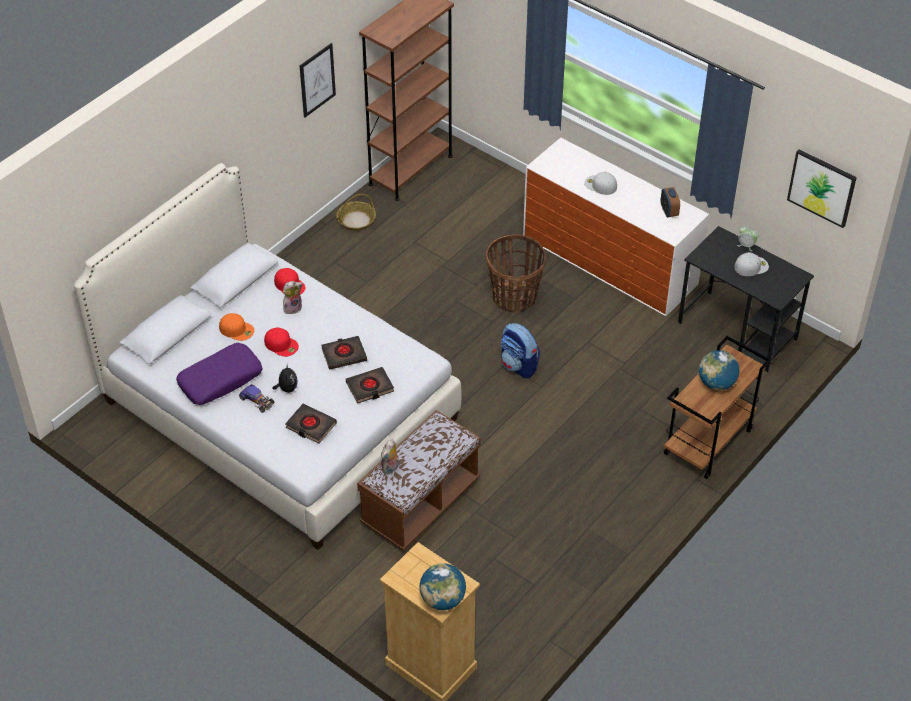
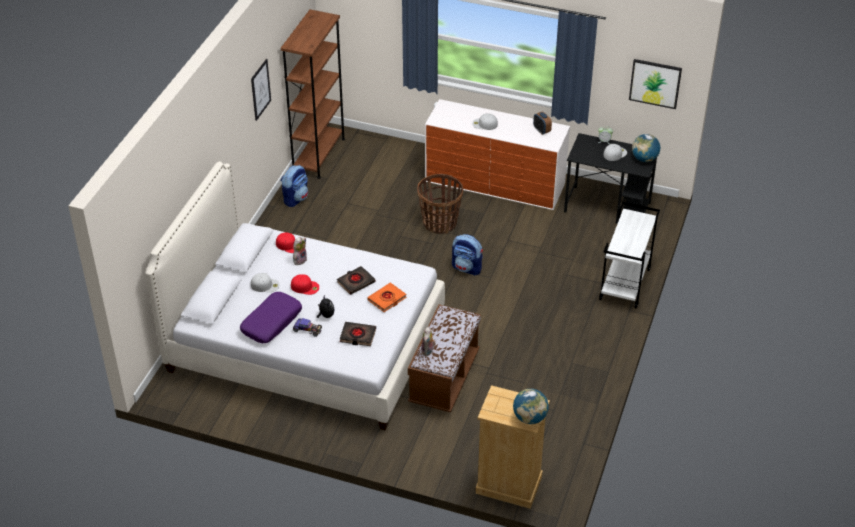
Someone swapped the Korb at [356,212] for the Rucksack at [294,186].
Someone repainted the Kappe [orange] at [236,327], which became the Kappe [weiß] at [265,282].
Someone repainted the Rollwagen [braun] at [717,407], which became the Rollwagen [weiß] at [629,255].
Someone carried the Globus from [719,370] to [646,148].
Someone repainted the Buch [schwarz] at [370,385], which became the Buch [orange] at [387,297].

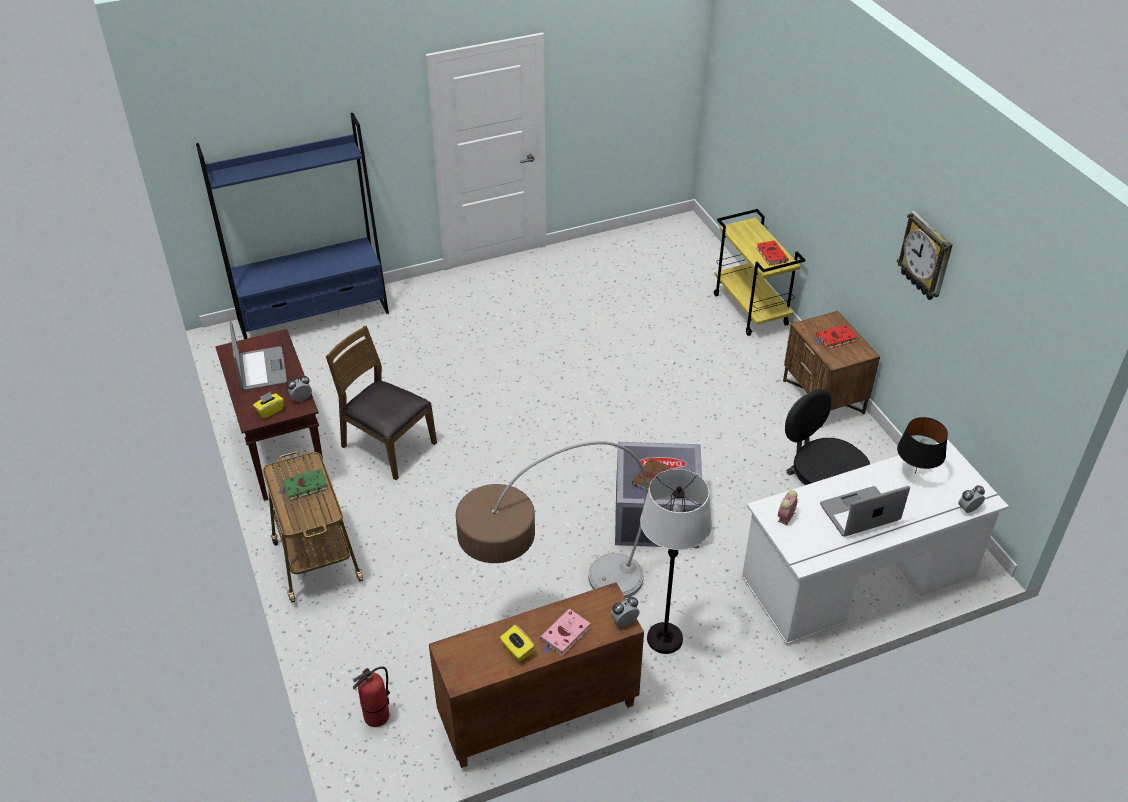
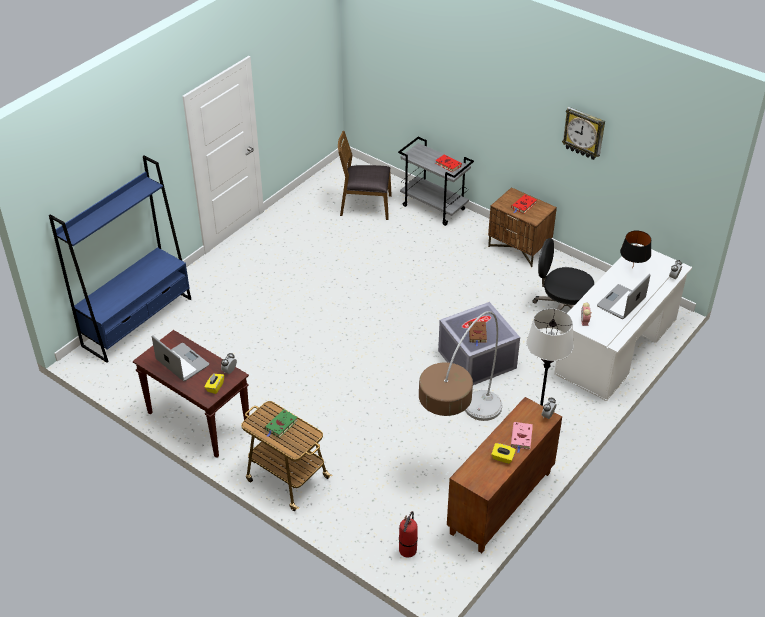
Someone repainted the Rollwagen [gelb] at [759,272], which became the Rollwagen [grau] at [436,181].
Someone carried the Stuhl [braun] from [381,403] to [365,175].

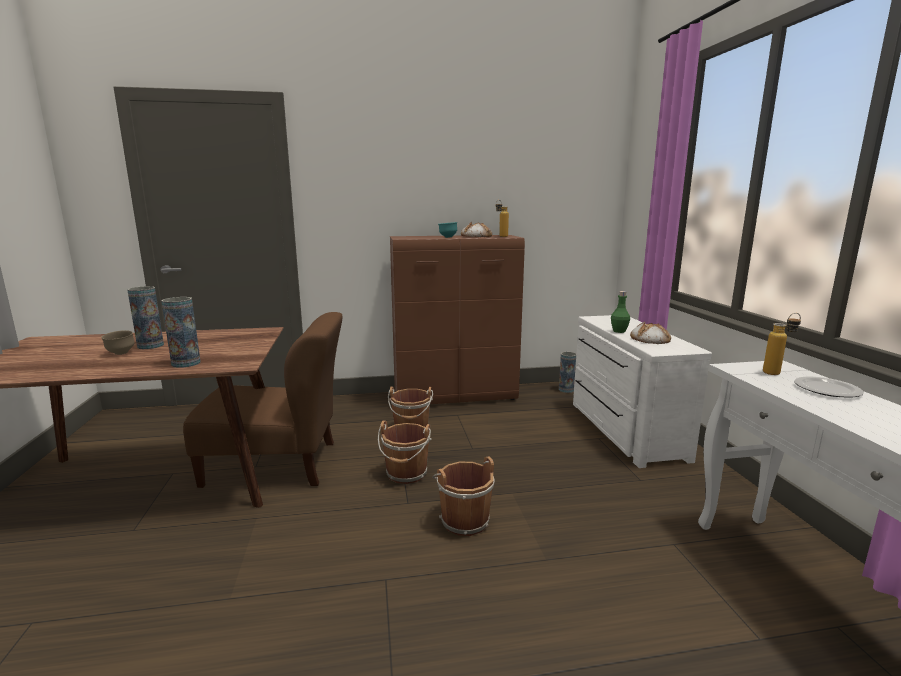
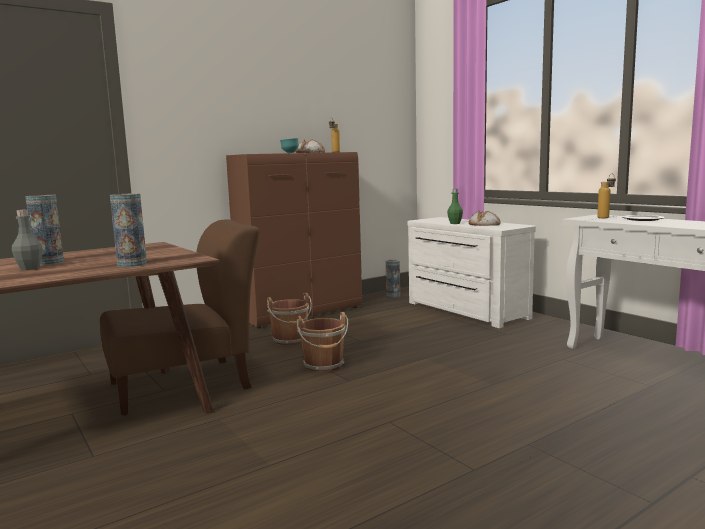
Someone swapped the Schüssel [braun] at [117,342] for the Flasche [grau] at [27,239].
Someone took away the Eimer [braun] at [464,496].

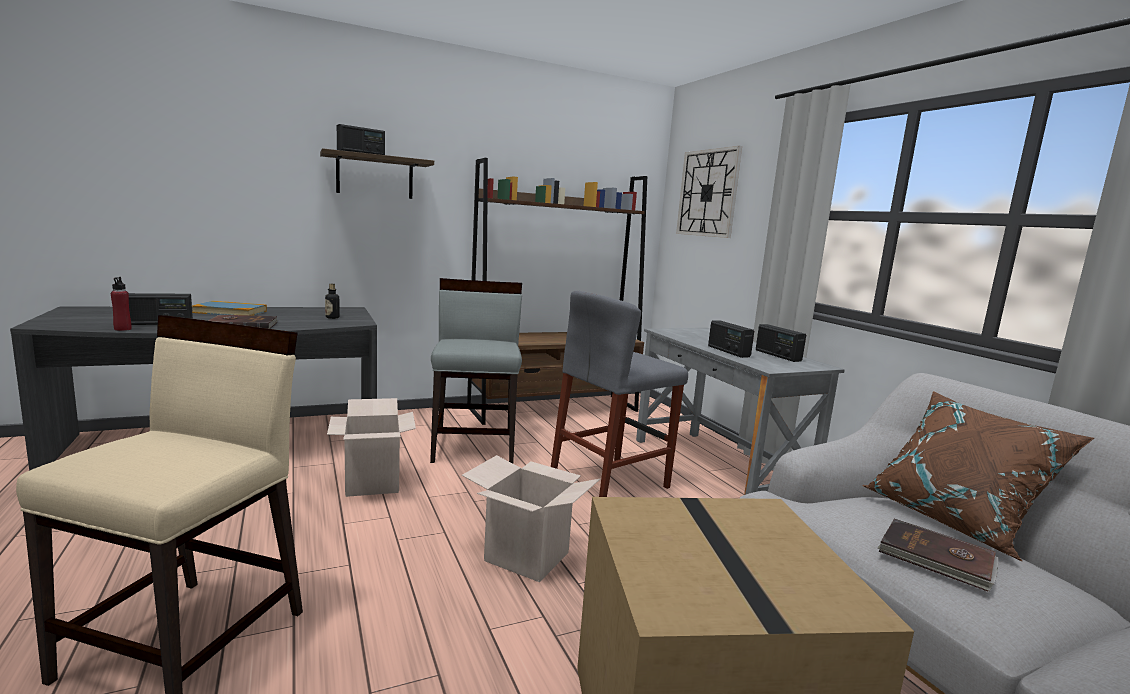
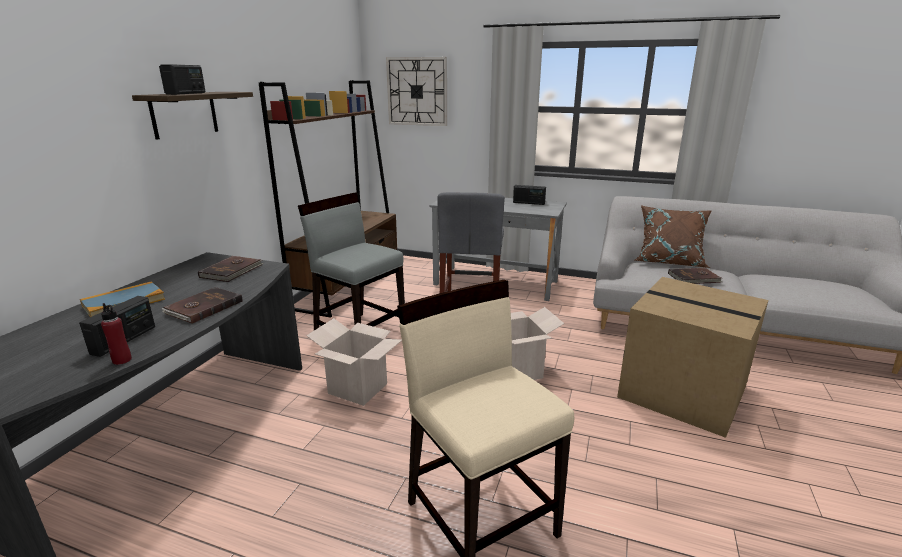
Someone swapped the Flasche at [332,301] for the Buch [braun] at [231,269].
Someone took away the Radio at [731,339].

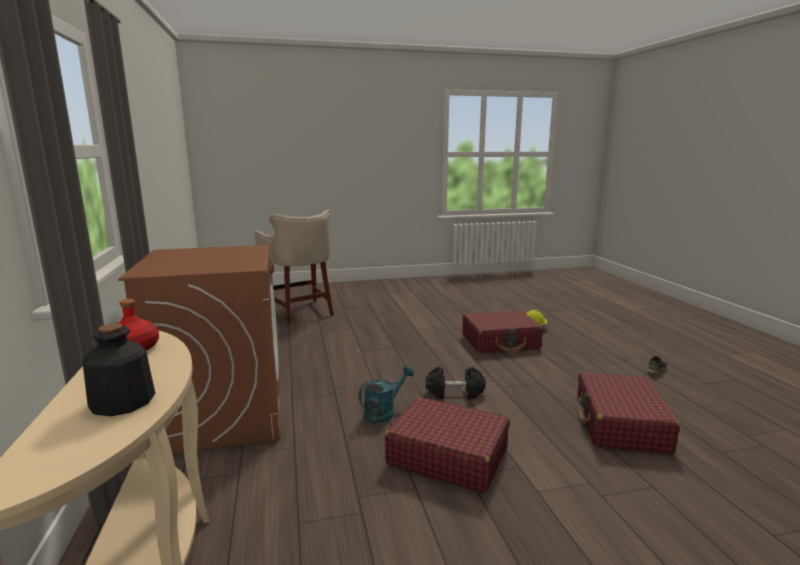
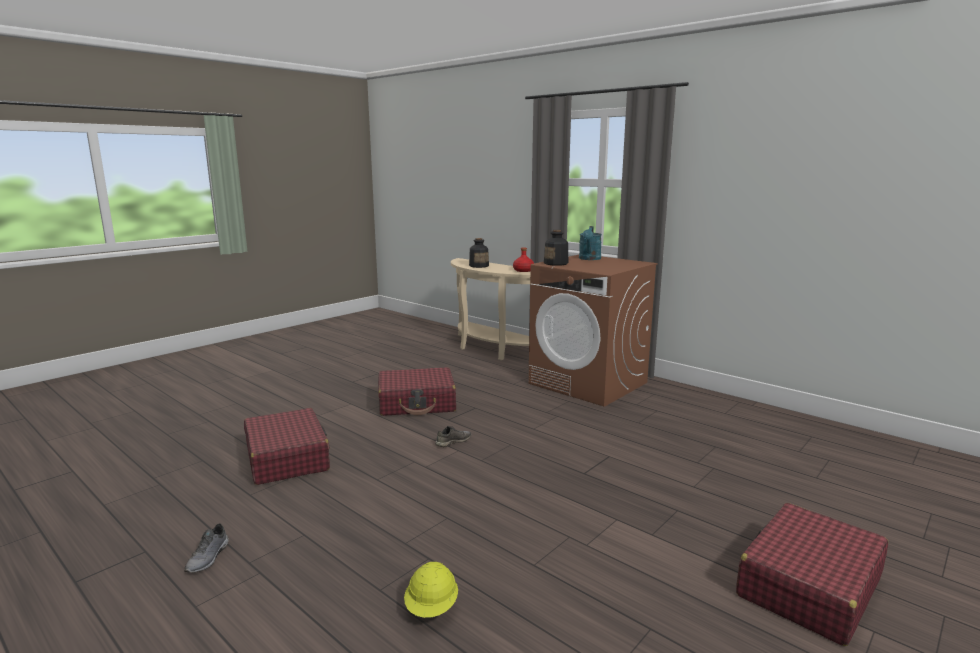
Someone took away the Hocker [beige] at [294,267].
Someone carried the Koffer [rot] from [502,331] to [812,574].
Someone carried the Gießkanne [türkis] from [386,394] to [590,243].
Someone swapped the Hantel [schwarz] at [455,382] for the Schuh [grau] at [453,436].
Someone put down the Flasche at [556,248].

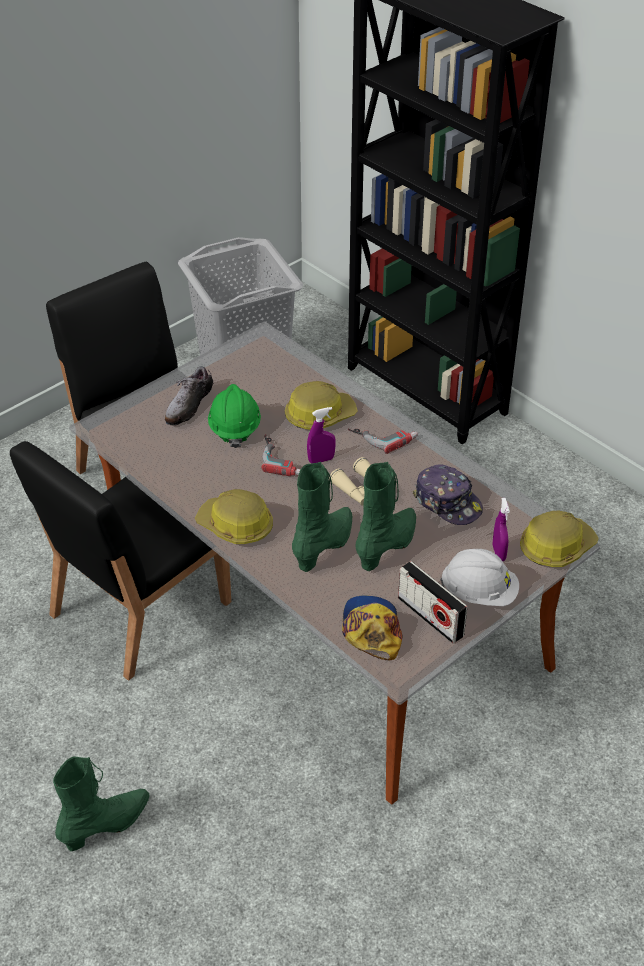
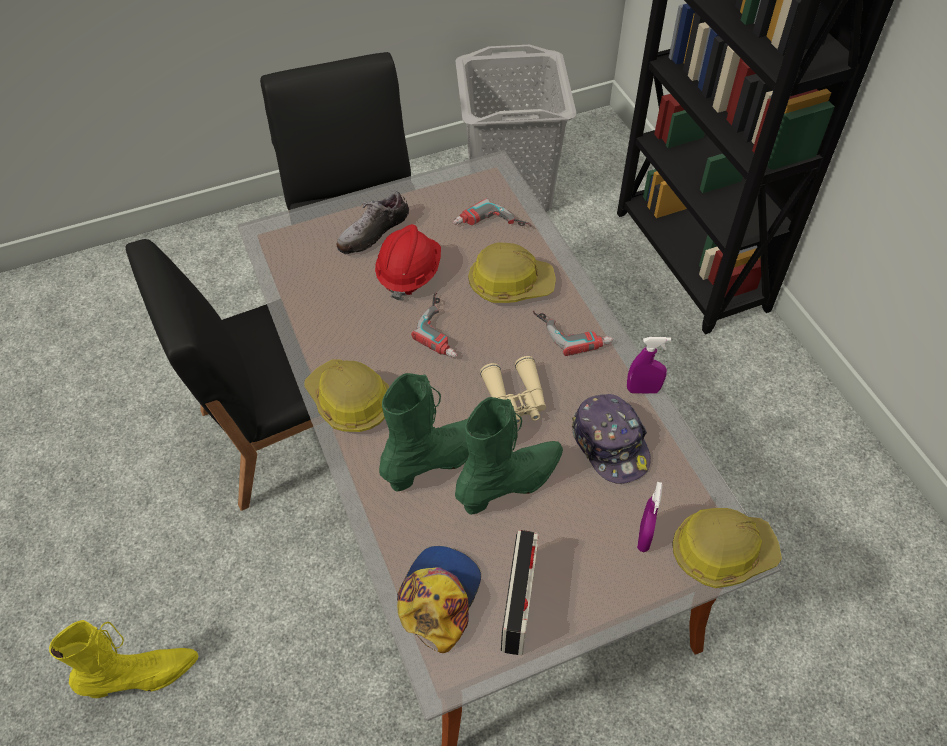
Someone repainted the Schutzhelm [grün] at [234,416], which became the Schutzhelm [rot] at [408,262].
Someone carried the Sprühflasche [lila] from [321,435] to [649,365].
Someone took away the Schutzhelm [weiß] at [479,577].
Someone rotated the Radio at [432,602] by 150 degrees counterclockwise.
Someone repainted the Stiefel [grün] at [101,803], which became the Stiefel [gelb] at [123,659].
Someone put down the Bohrmaschine at [492,212].

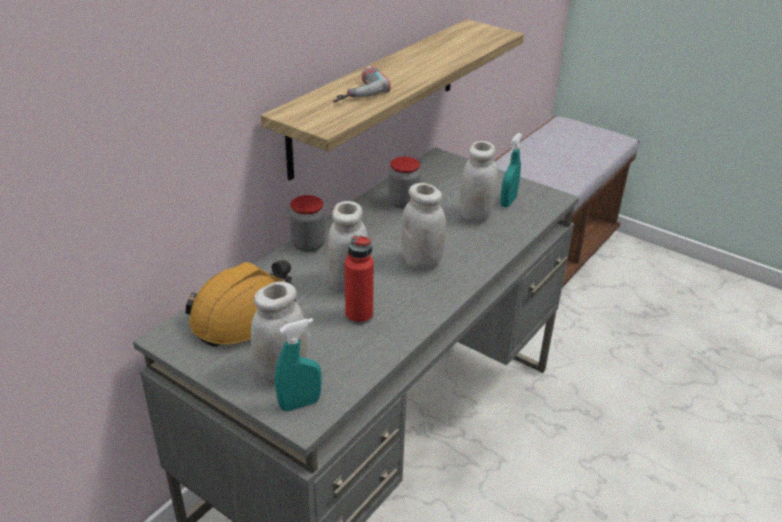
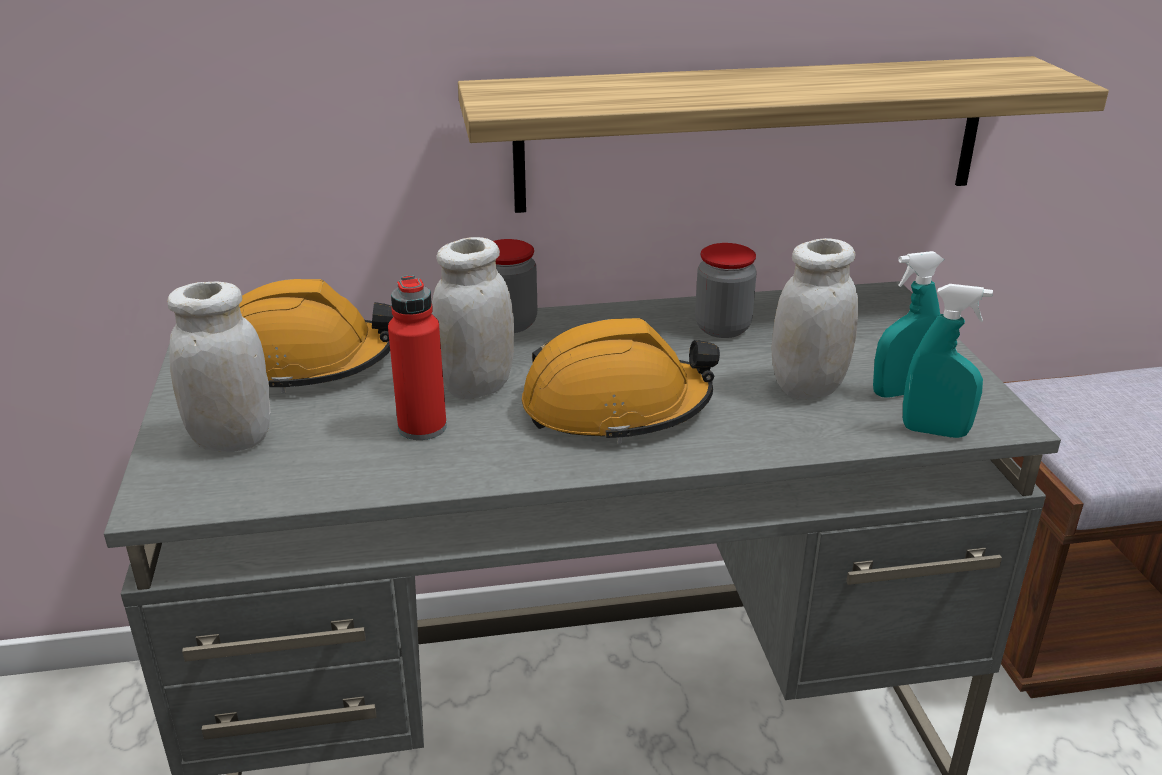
Someone took away the Bohrmaschine at [362,84].
Someone swapped the Vorratsglas [weiß] at [423,227] for the Schutzhelm [orange] at [621,381].
Someone carried the Sprühflasche [türkis] from [298,364] to [948,361].

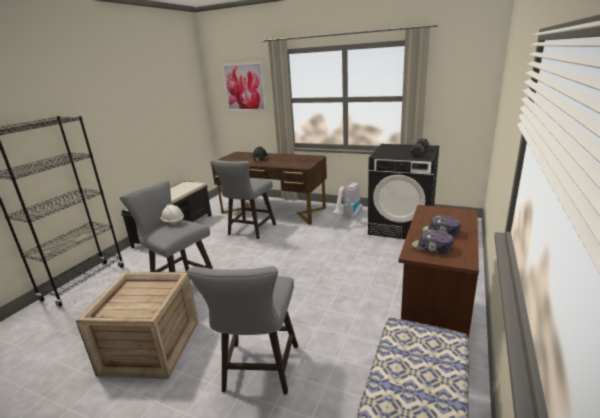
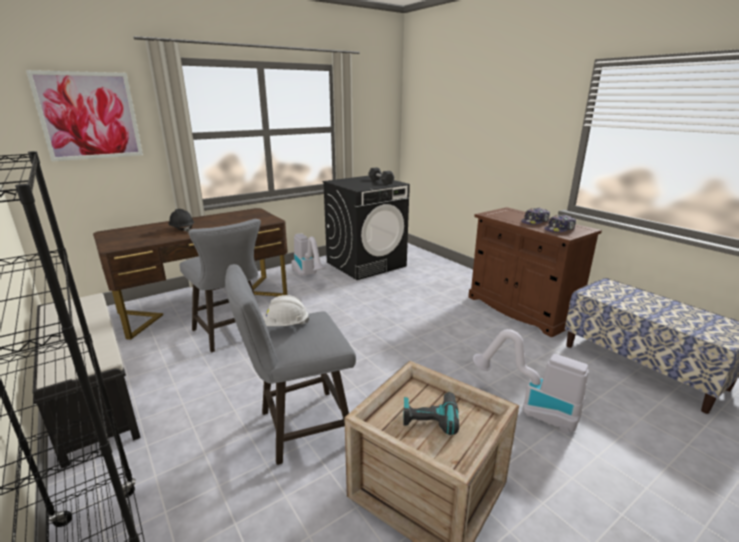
Someone swapped the Hocker [grau] at [242,330] for the Staubsauger at [531,381].
Someone put down the Bohrmaschine at [431,413].

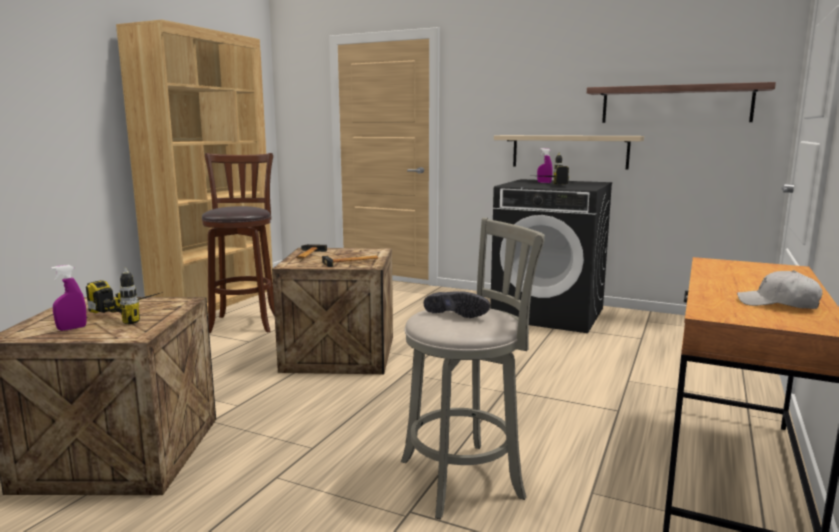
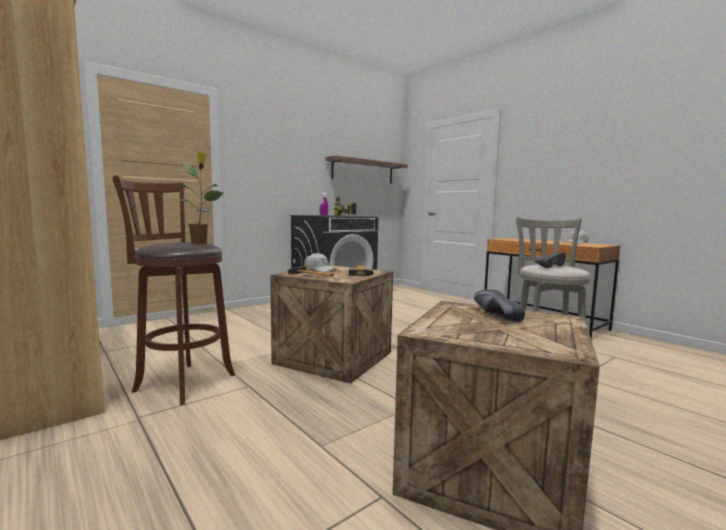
Someone took away the Wandregal [beige] at [569,152].
Someone took away the Sprühflasche [lila] at [69,298].
Someone swapped the Bohrmaschine at [124,296] for the Schuh [schwarz] at [499,305].
Someone put down the Topfpflanze at [200,198].
Someone put down the Kappe [weiß] at [320,262].

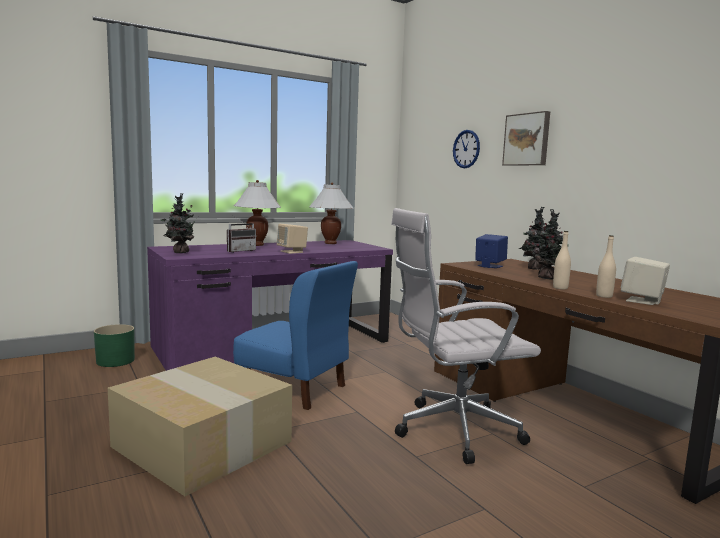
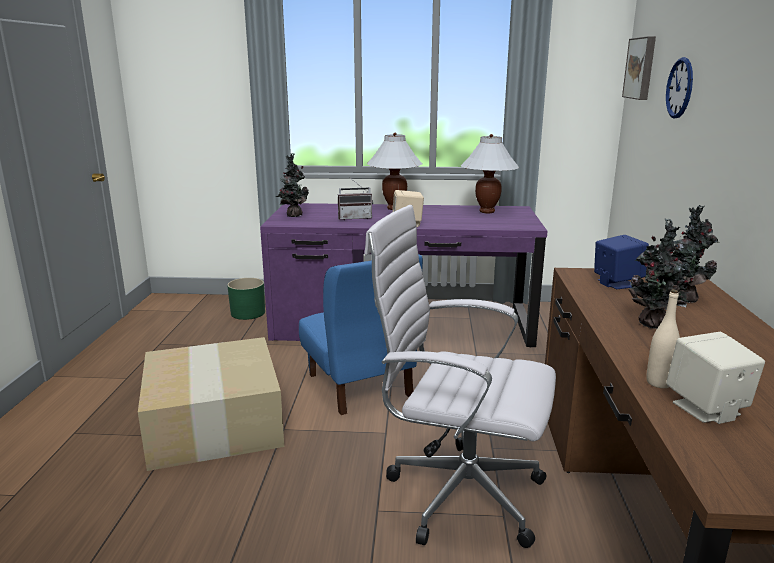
Someone carried the Bild from [526,138] to [639,68].
Someone took away the Flasche [beige] at [562,260].

